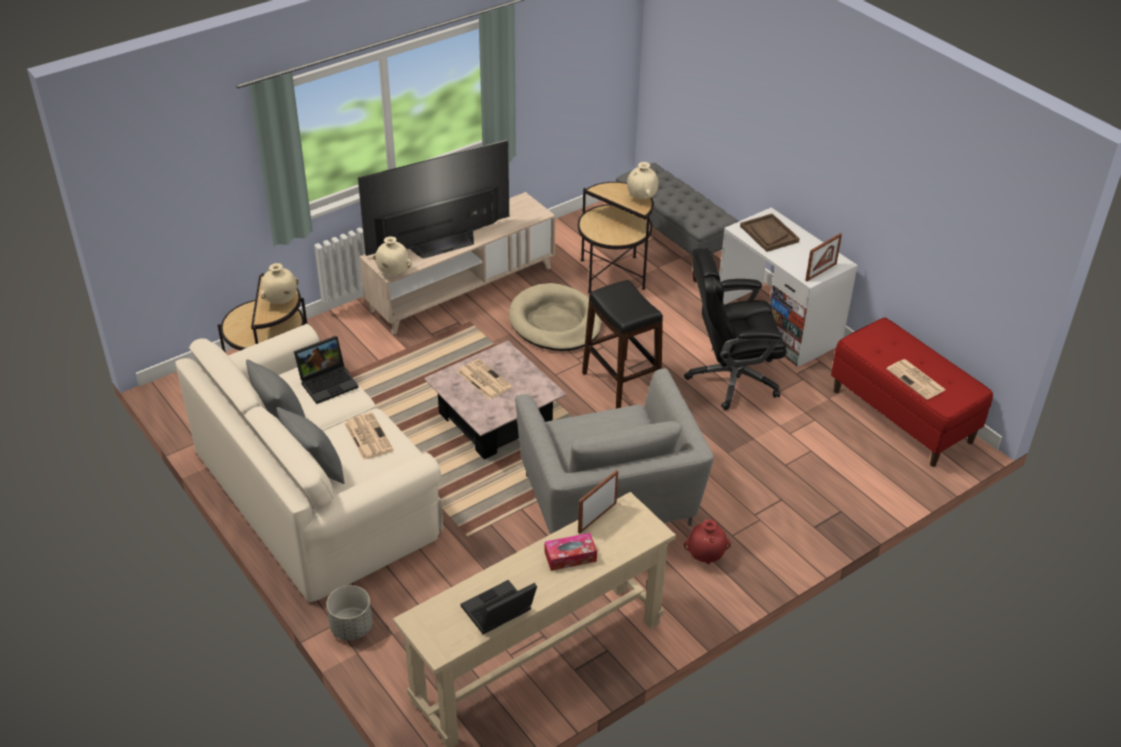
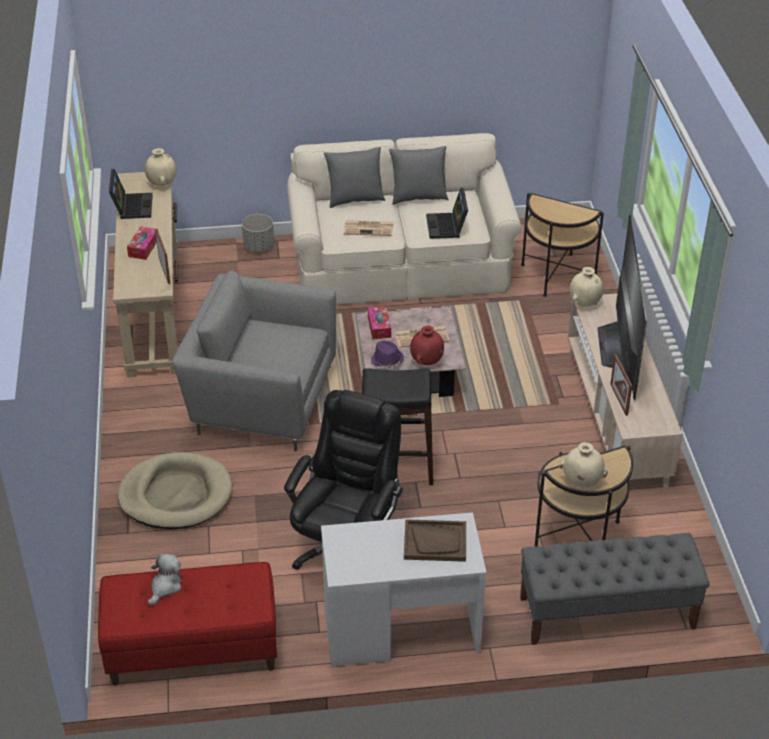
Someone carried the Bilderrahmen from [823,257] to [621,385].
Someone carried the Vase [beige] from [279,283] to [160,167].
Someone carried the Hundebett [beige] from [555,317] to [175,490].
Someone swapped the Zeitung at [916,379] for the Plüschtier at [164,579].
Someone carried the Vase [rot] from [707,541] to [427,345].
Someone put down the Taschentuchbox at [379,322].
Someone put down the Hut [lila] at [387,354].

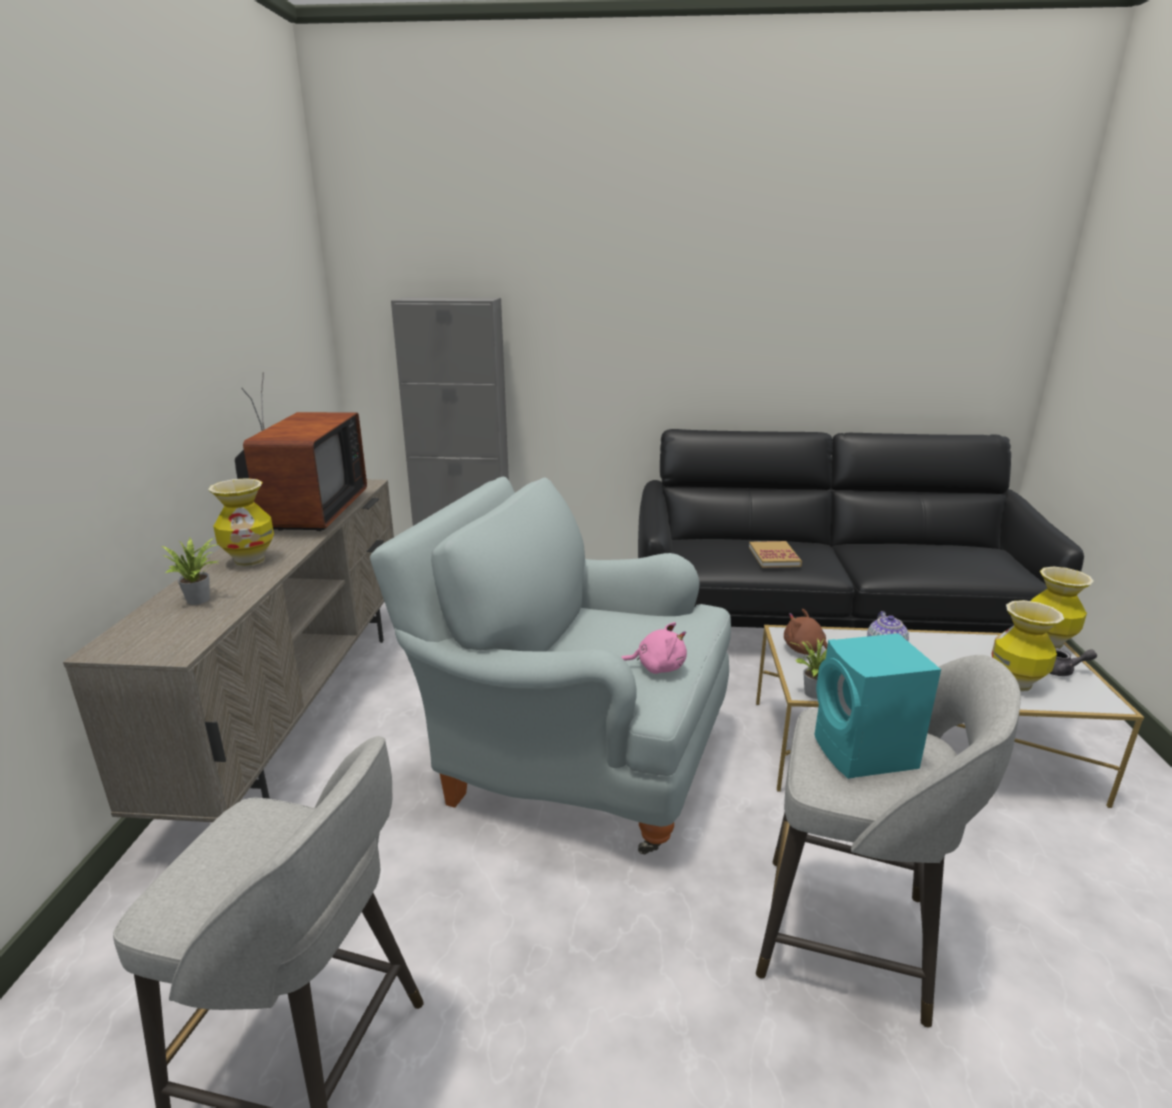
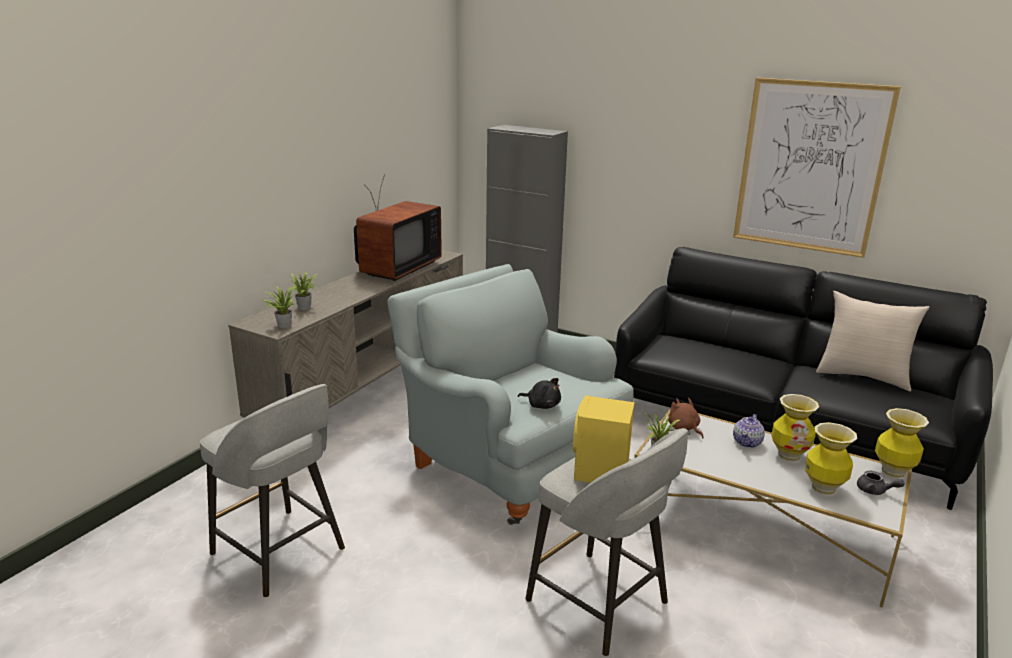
Someone carried the Vase from [241,522] to [795,428].
Someone took away the Buch at [775,554].
Someone repainted the Plüschtier [rosa] at [654,648], which became the Plüschtier [schwarz] at [539,393].
Someone repainted the Lautsprecher [türkis] at [878,706], which became the Lautsprecher [gelb] at [603,439].
Someone put up the Bild at [817,168].
Someone put down the Topfpflanze at [280,307].
Someone put down the Kissen [beige] at [872,341].

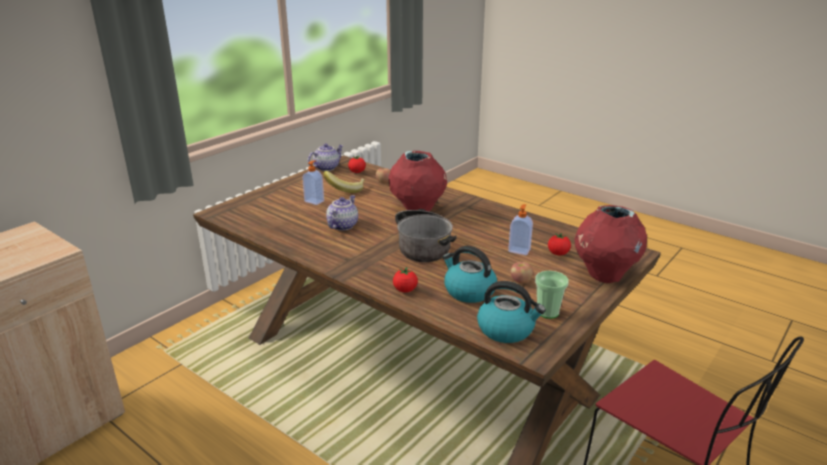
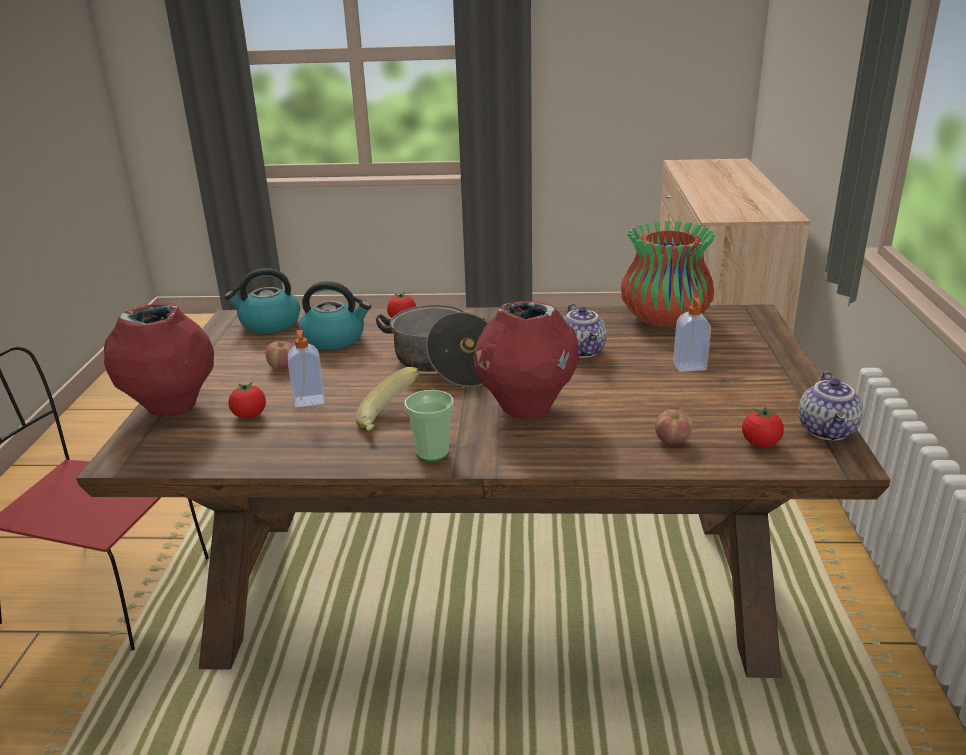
Someone carried the Banane from [344,182] to [387,399].
Someone carried the Tasse from [552,295] to [429,426].
Someone put down the Vase at [668,274].

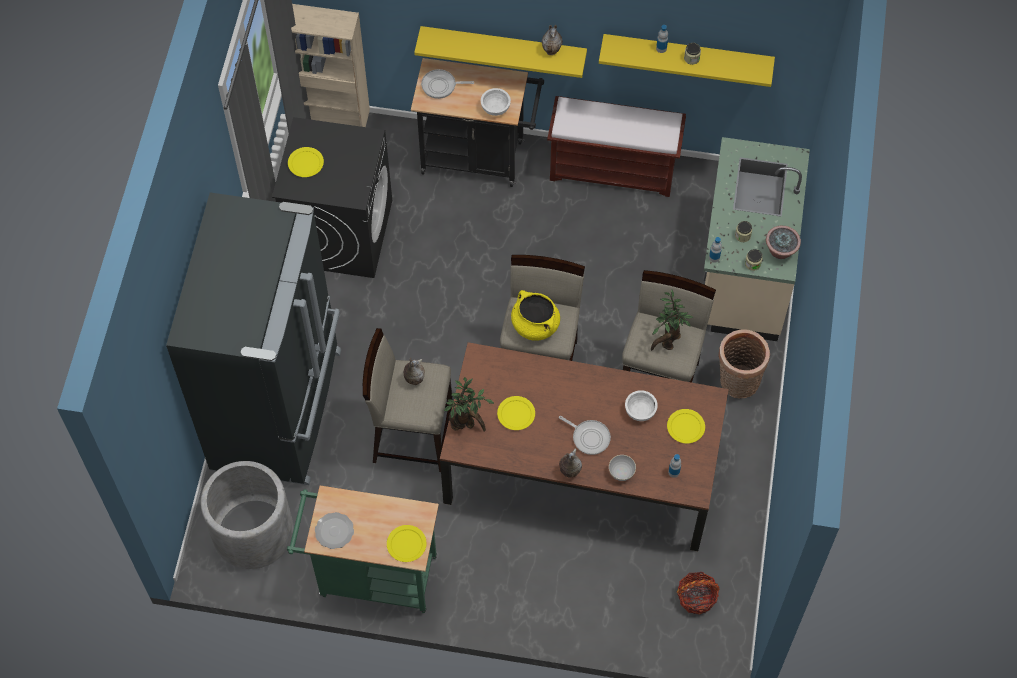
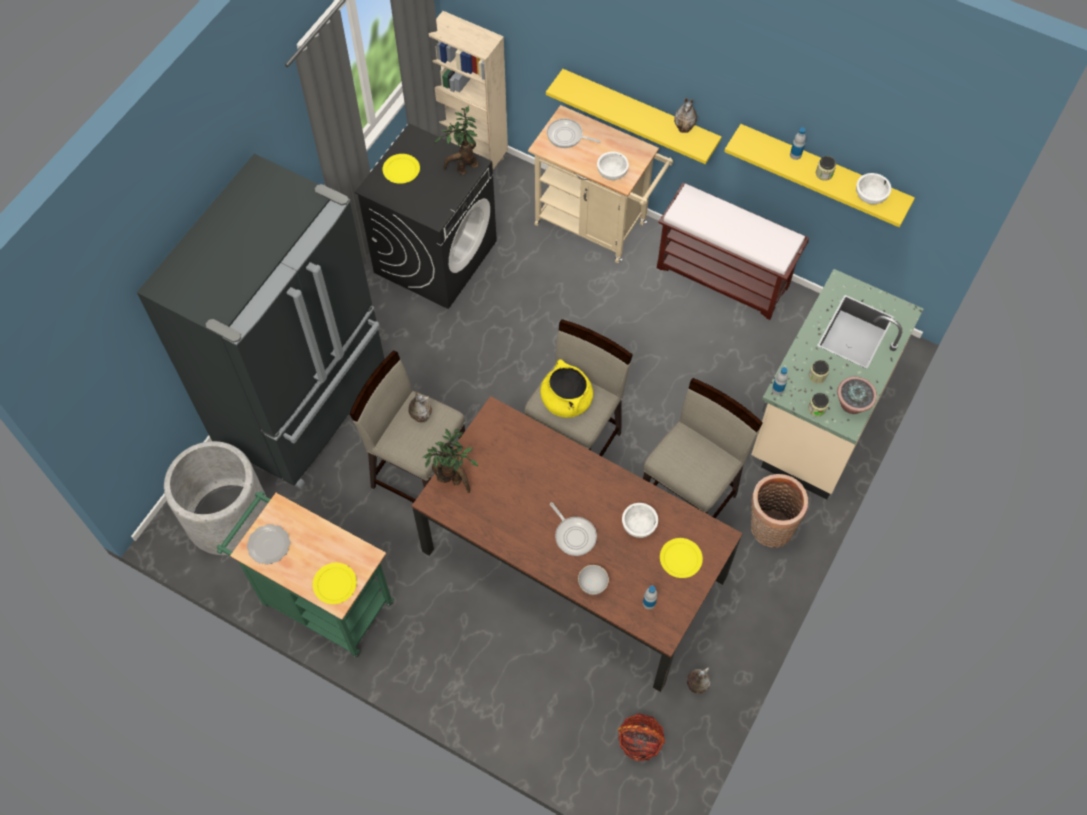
Someone repainted the Rollwagen [schwarz] at [477,122], which became the Rollwagen [beige] at [600,184].
Someone carried the Topfpflanze from [672,320] to [456,140].
Someone took away the Teller [gelb] at [516,413].
Someone carried the Vase from [570,463] to [699,681].
Someone put down the Schüssel [weiß] at [873,188].

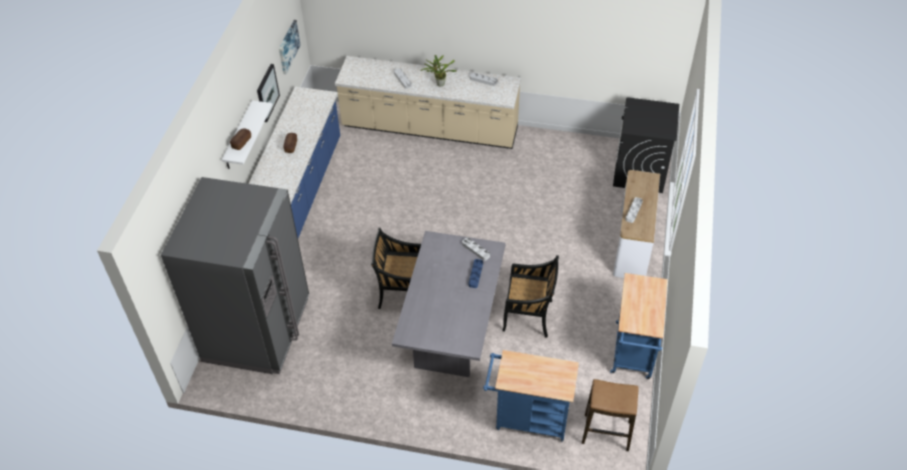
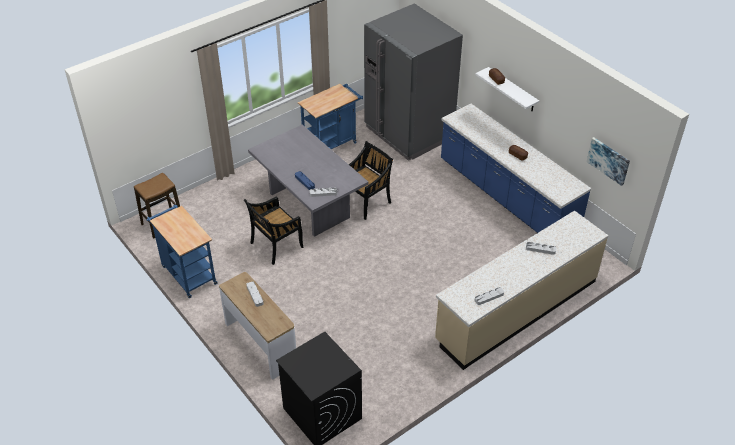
Someone took away the Topfpflanze at [438,70].
Someone took away the Bild at [268,93].
Someone carried the Rollwagen [blau] from [531,396] to [330,116].

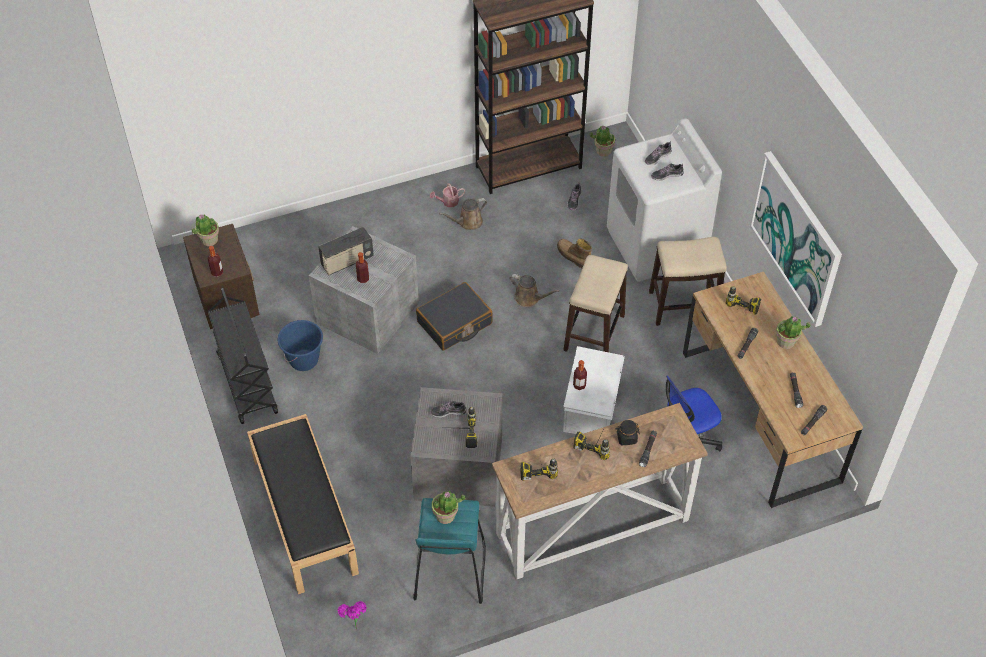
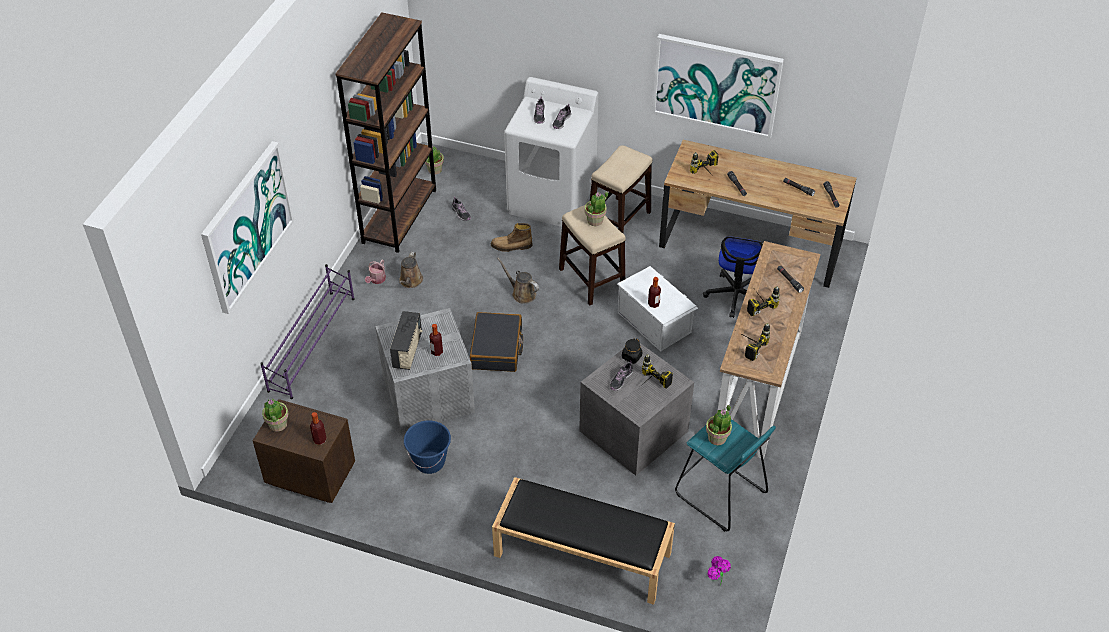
Someone rotated the Gießkanne [braun] at [534,290] by 120 degrees counterclockwise.
Someone took away the Rollwagen [schwarz] at [243,356].
Someone carried the Topfpflanze from [793,332] to [596,208].
Someone carried the Vorratsglas [schwarz] from [628,432] to [632,351].
Someone put up the Bild at [247,227].
Someone put down the Schuhregal [lila] at [307,331].

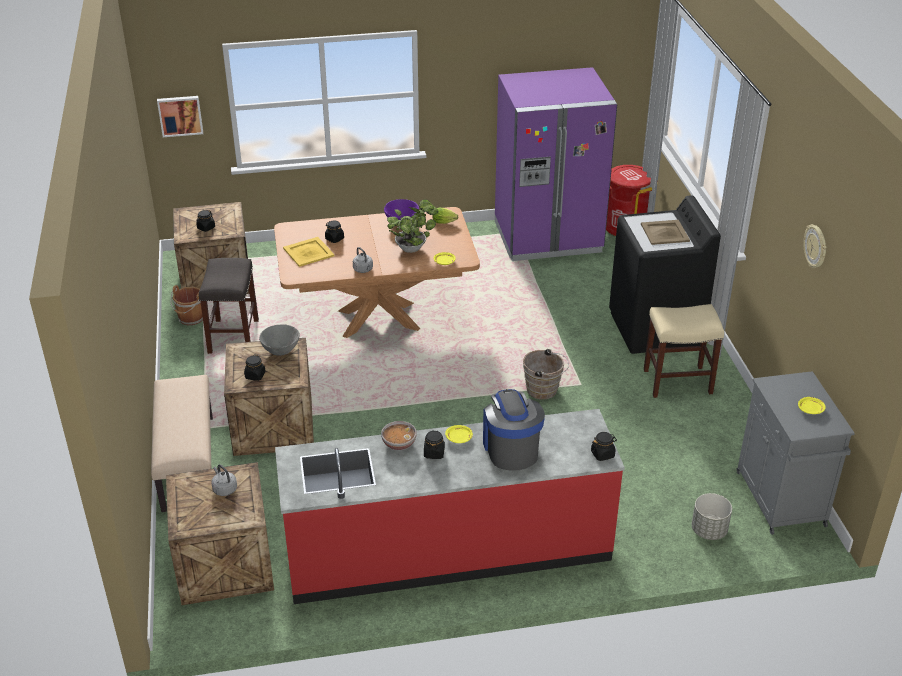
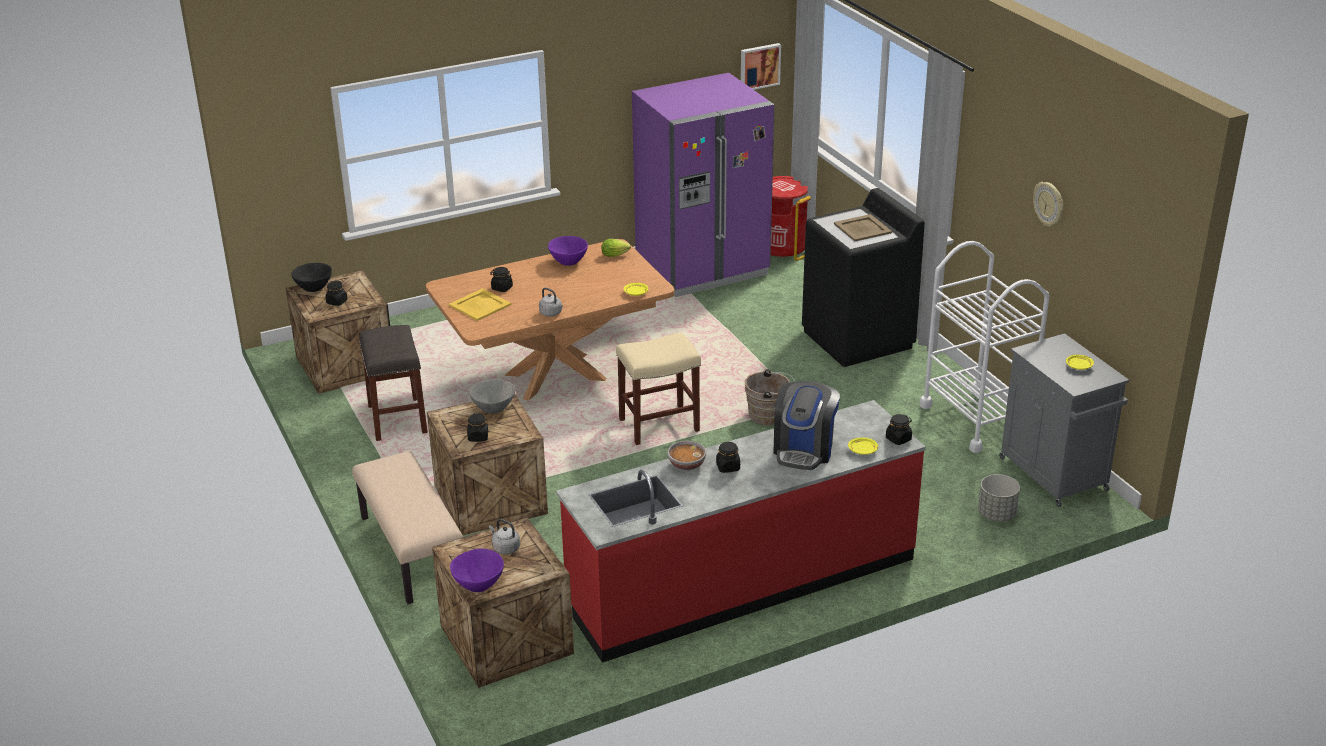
Someone carried the Bild from [180,116] to [761,66].
Someone took away the Topfpflanze at [413,226].
Someone took away the Eimer [braun] at [187,305].
Someone carried the Hocker [beige] from [684,351] to [658,388].
Someone rotated the Kaffeemaschine at [514,430] by 135 degrees counterclockwise.
Someone carried the Teller [gelb] from [459,434] to [863,446].
Someone put down the Rollwagen [weiß] at [984,347].
Someone put down the Schüssel [schwarz] at [312,277].
Someone put down the Schüssel [lila] at [477,570].

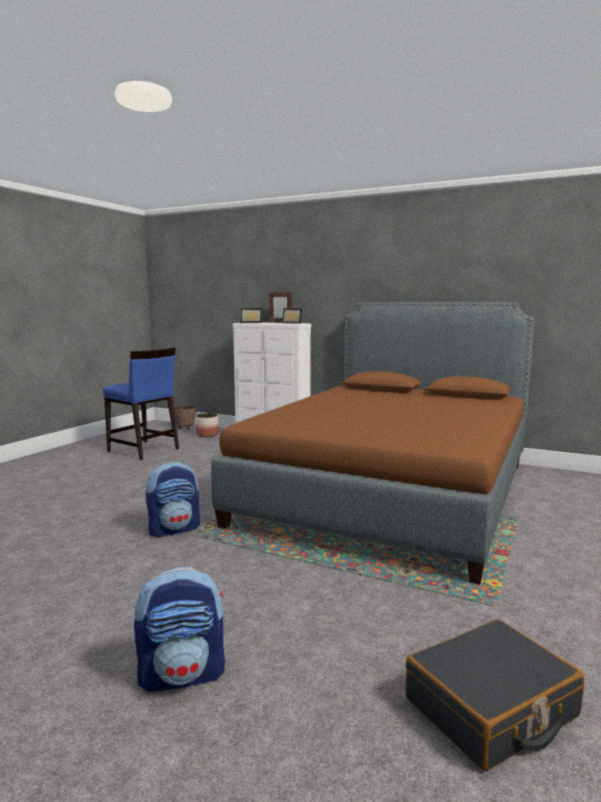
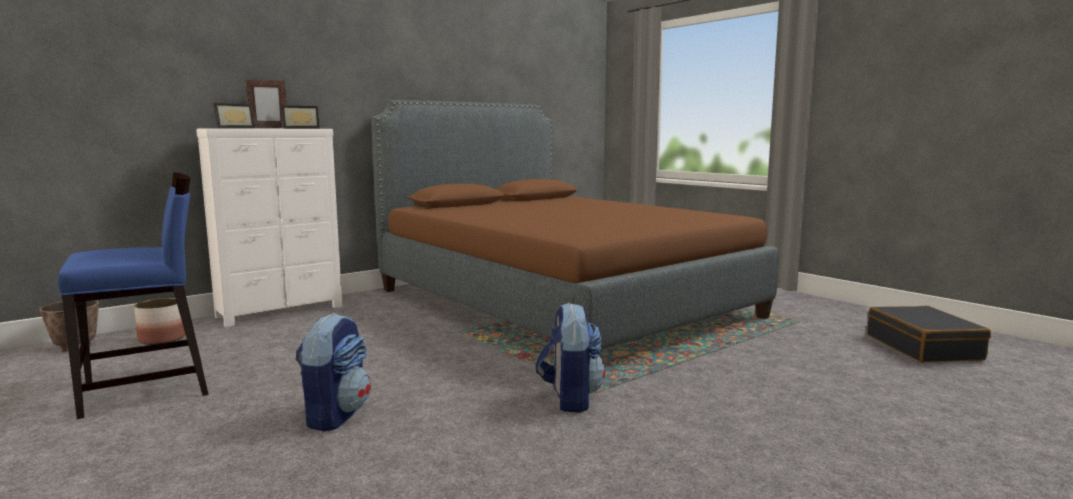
Someone carried the Rucksack from [179,629] to [333,372].

